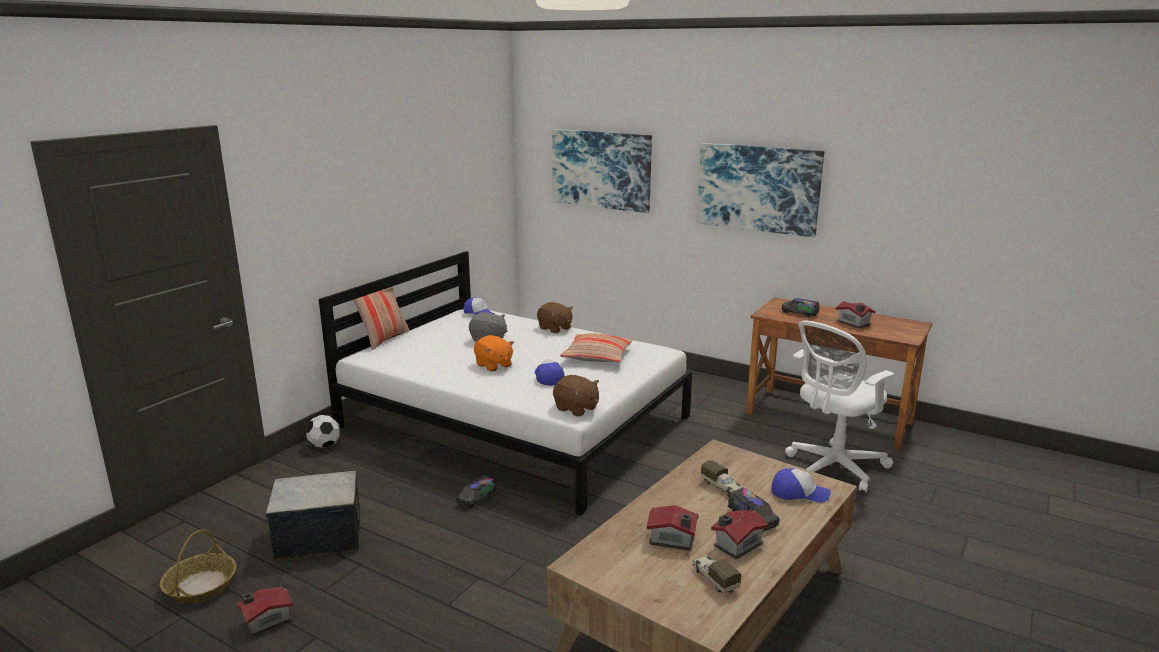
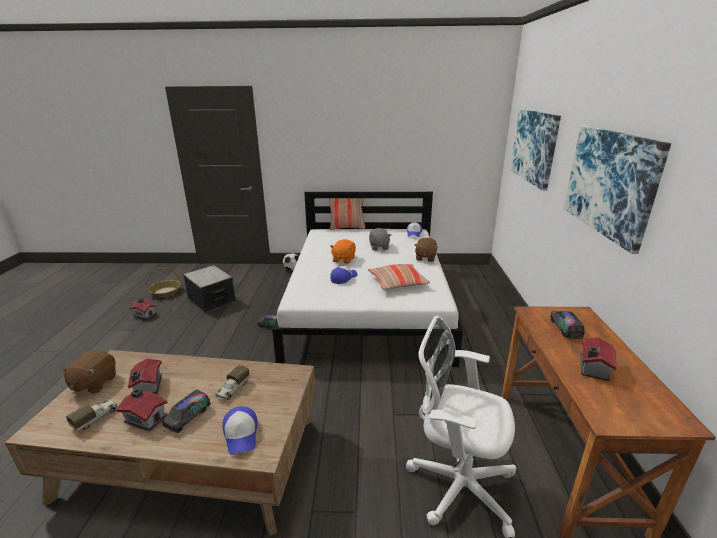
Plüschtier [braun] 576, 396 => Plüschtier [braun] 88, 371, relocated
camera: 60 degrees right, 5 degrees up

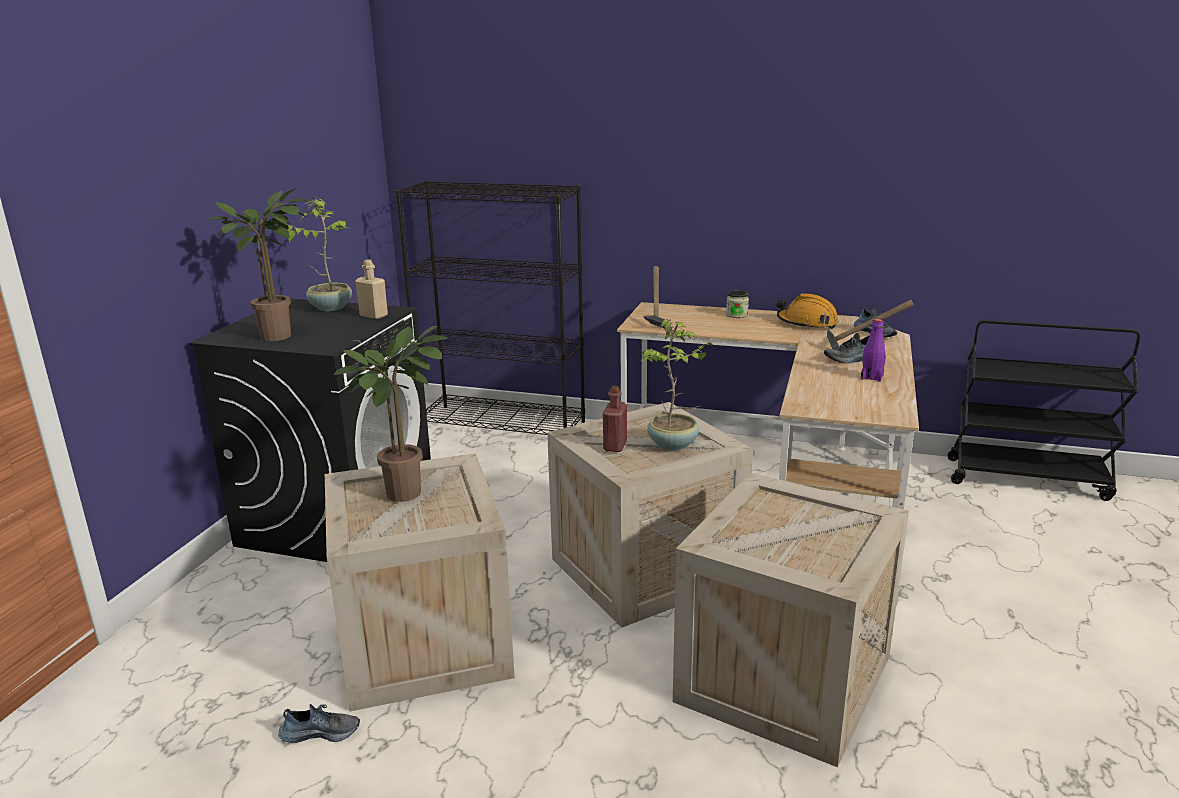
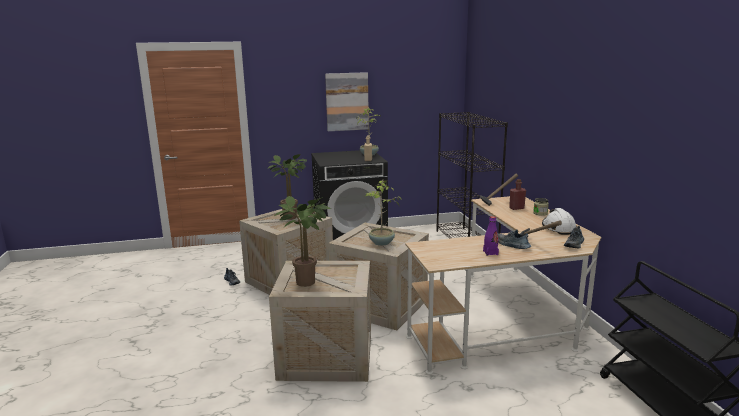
nothing => Bild 347, 101
Topfpflanze 258, 264 => Topfpflanze 303, 241, relocated
Flasche [rot] 615, 418 => Flasche [rot] 517, 194, relocated
Schutzhelm [orange] 807, 311 => Schutzhelm [weiß] 559, 221
camera: 60 degrees right, 5 degrees down

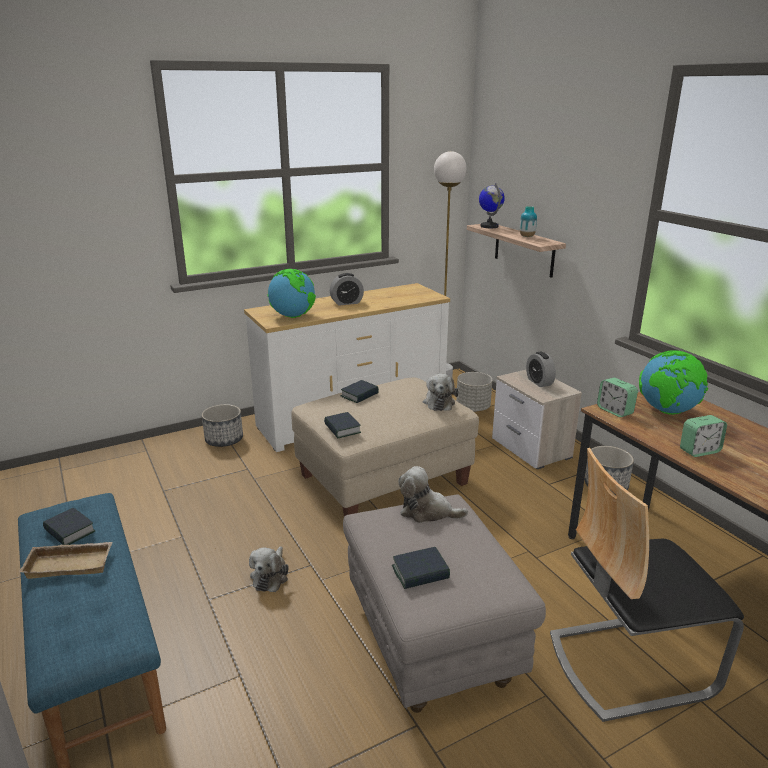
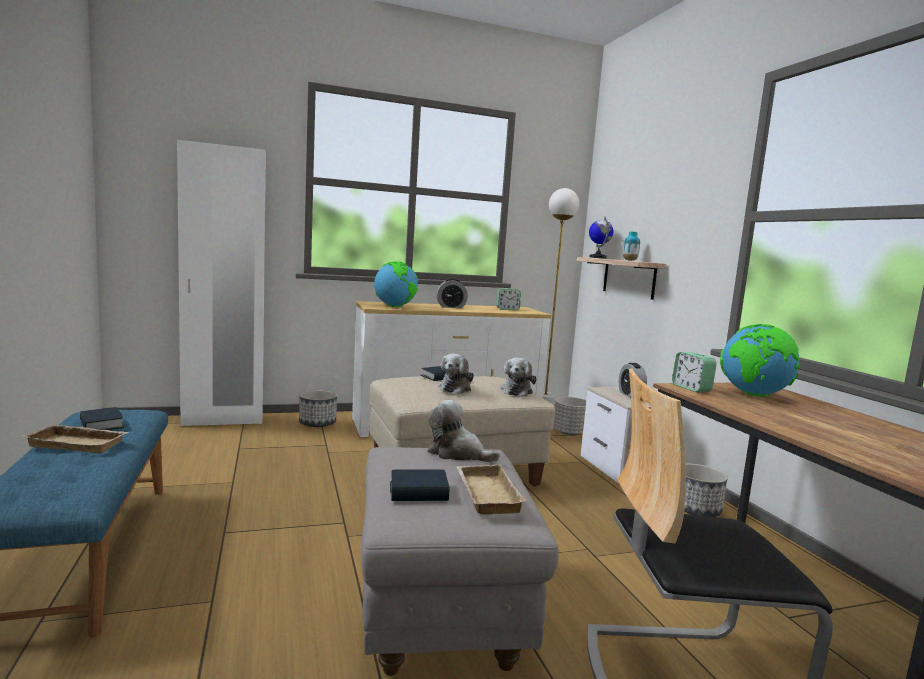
Buch 342, 425 => nothing
nothing => Kleiderschrank [weiß] 221, 283
nothing => Tablett [beige] 491, 489
Plüschtier 269, 569 => Plüschtier 456, 374, relocated
Wecker 703, 436 => Wecker 508, 299, relocated
camera: 10 degrees right, 15 degrees down

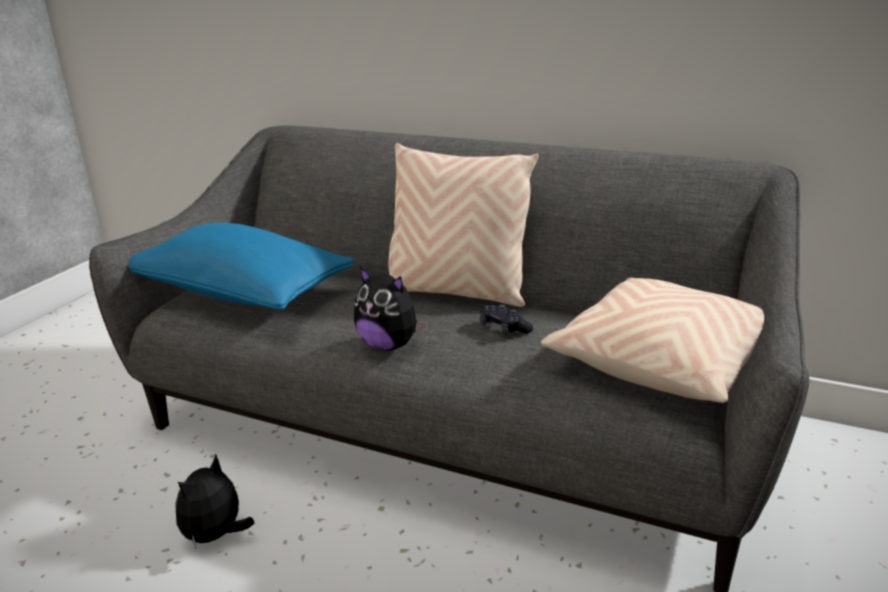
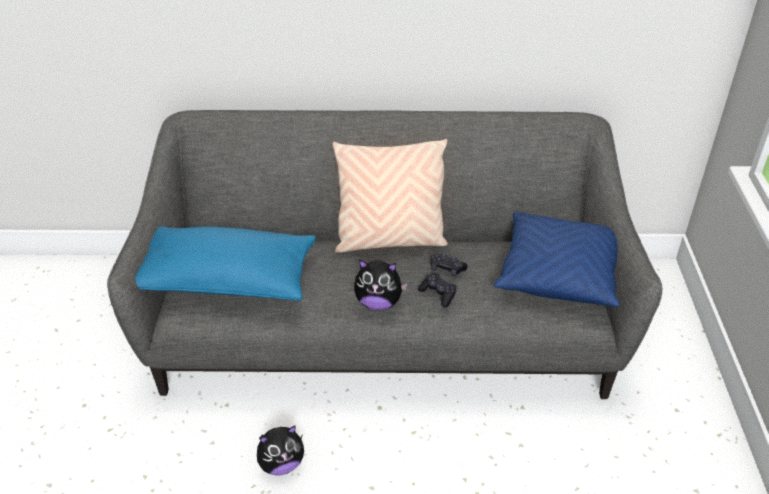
nothing => Gamepad [schwarz] 437, 290
Kissen [beige] 652, 340 => Kissen [blau] 556, 259
Plüschtier 214, 501 => Plüschtier 280, 450, 120 degrees counterclockwise
camera: 25 degrees left, 15 degrees up

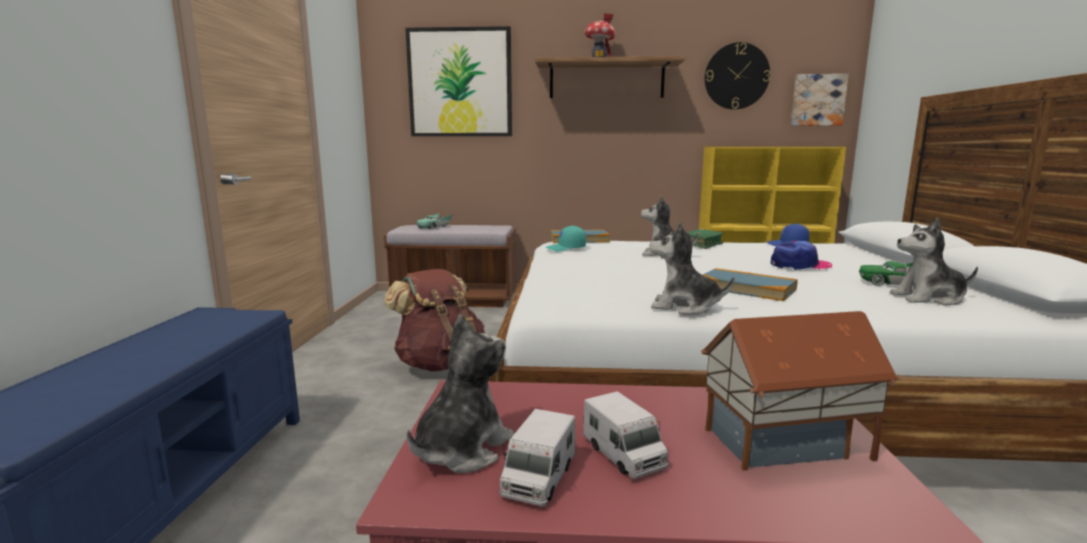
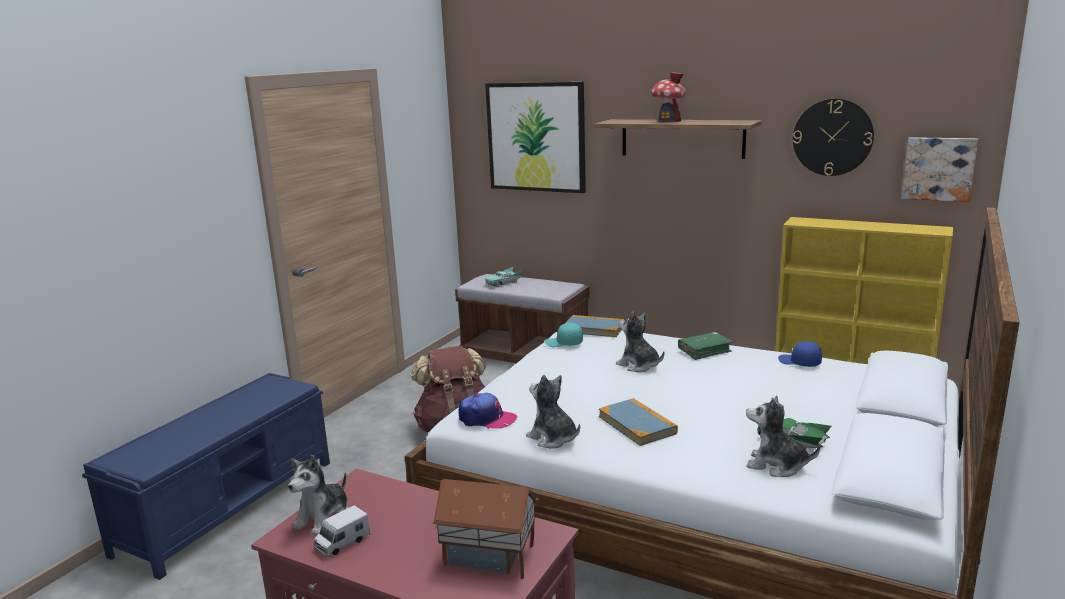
Spielzeuglaster 625, 435 => nothing
Kappe 801, 255 => Kappe 487, 411, relocated
Plüschtier 460, 393 => Plüschtier 318, 495, 150 degrees clockwise
camera: 25 degrees right, 5 degrees up

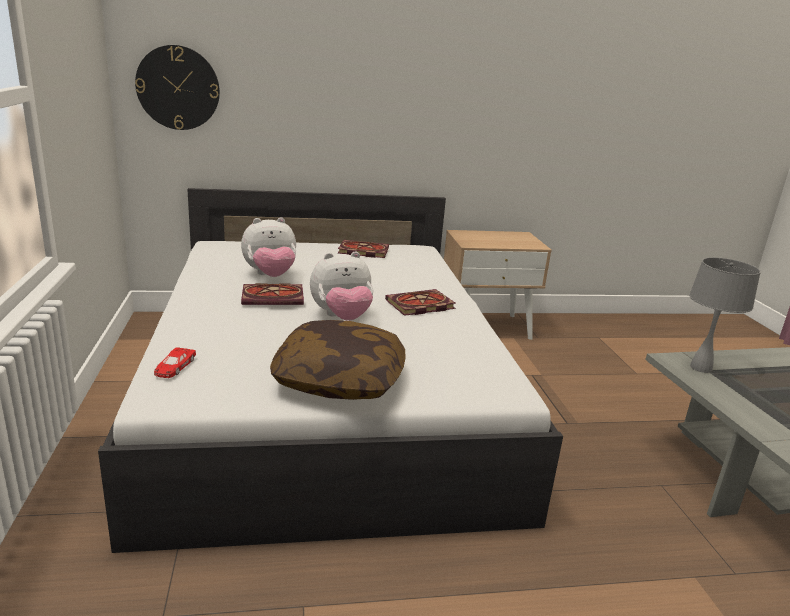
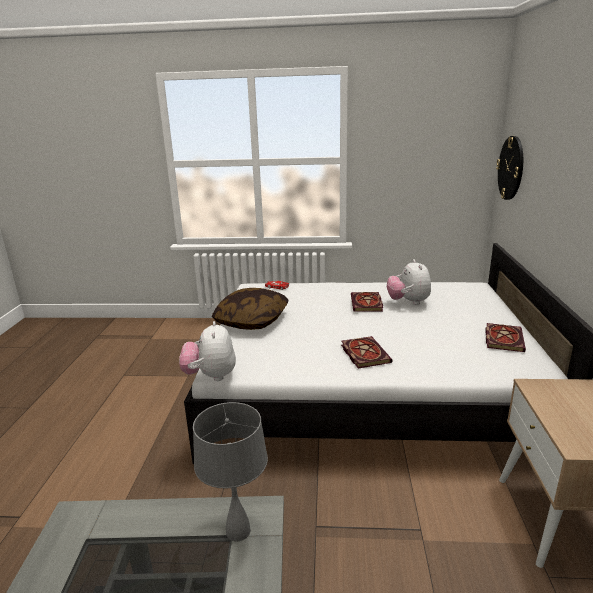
Plüschtier 341, 286 => Plüschtier 207, 351, relocated
camera: 105 degrees right, 0 degrees up

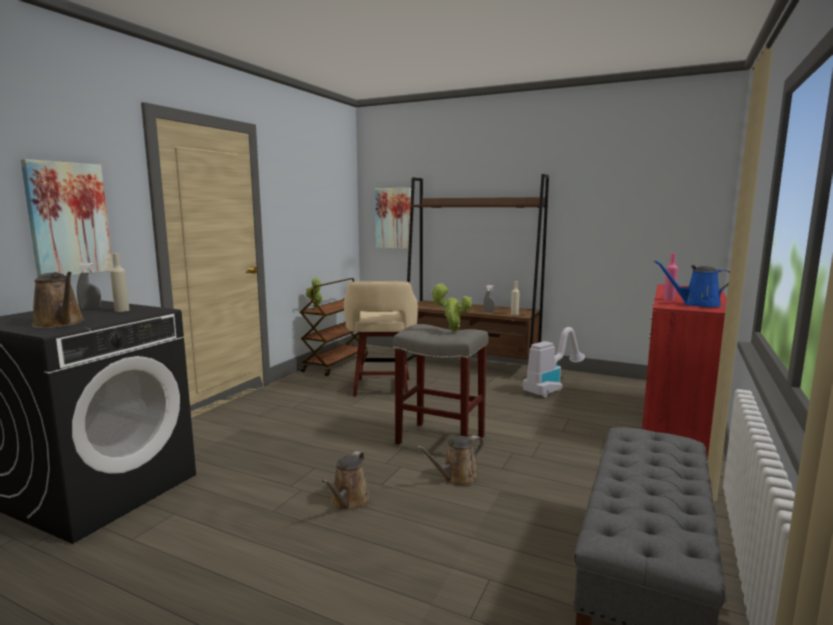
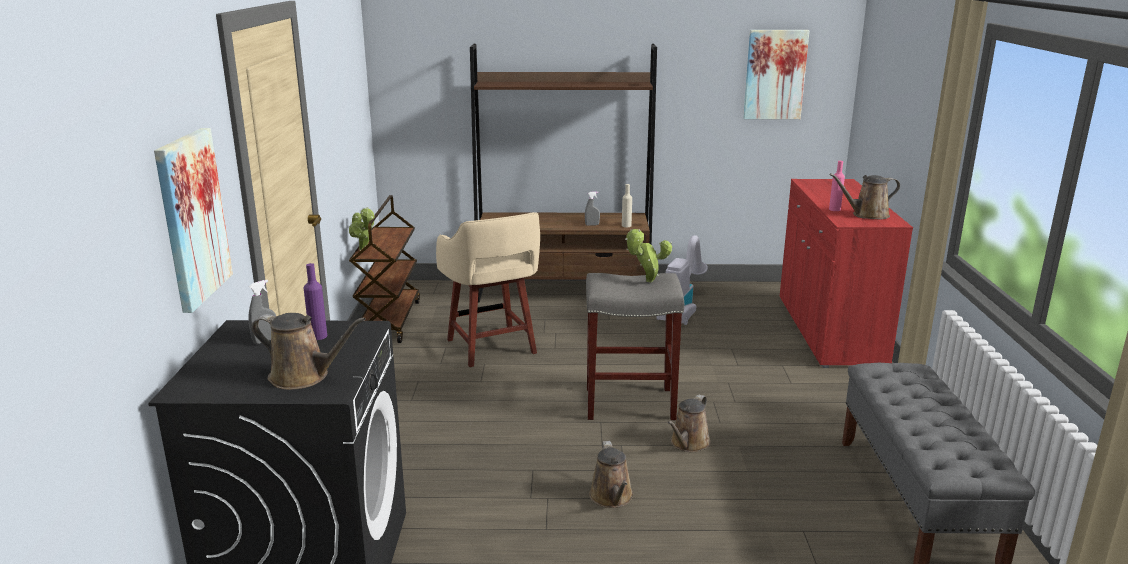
Bild 393, 218 => Bild 776, 74, relocated
Flasche [beige] 119, 282 => Flasche [lila] 315, 301
Gießkanne [blau] 692, 283 => Gießkanne [braun] 865, 196
camera: 25 degrees left, 10 degrees up

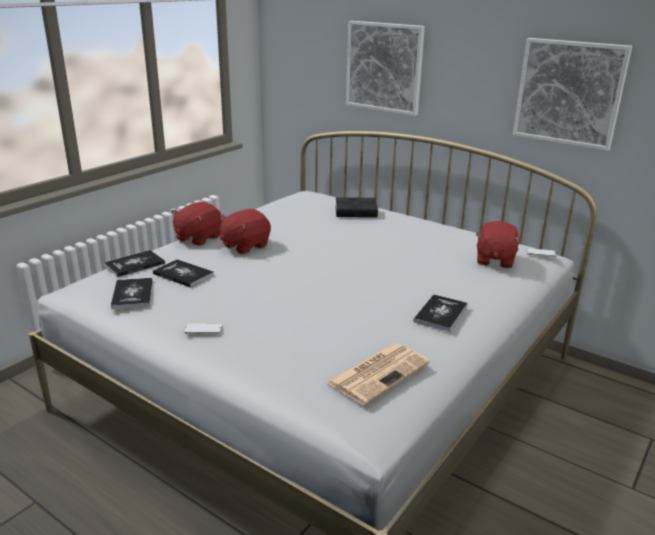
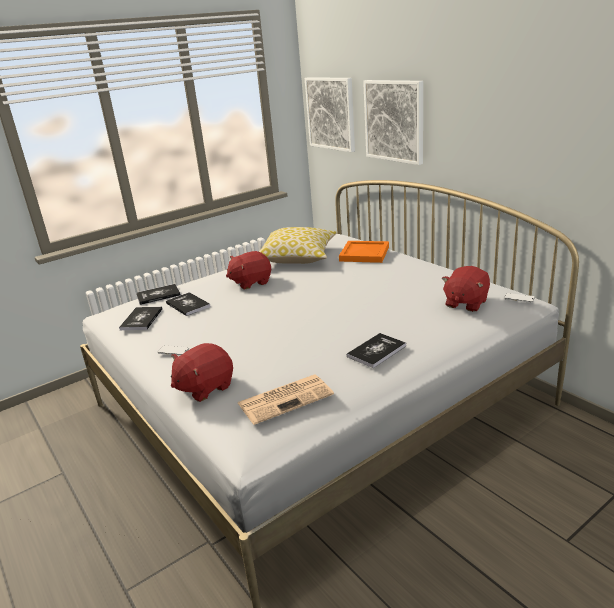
nothing => Kissen 298, 245
Plüschtier [rot] 196, 224 => Plüschtier [rot] 202, 372, relocated
Bild 572, 94 => Bild 330, 114, relocated
Buch [schwarz] 357, 207 => Tablett [orange] 364, 252
camera: 20 degrees right, 0 degrees up

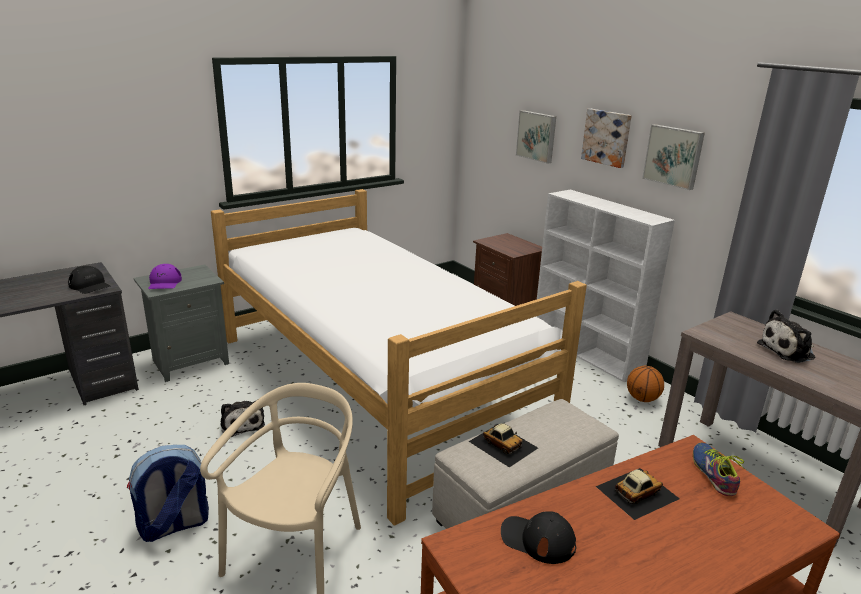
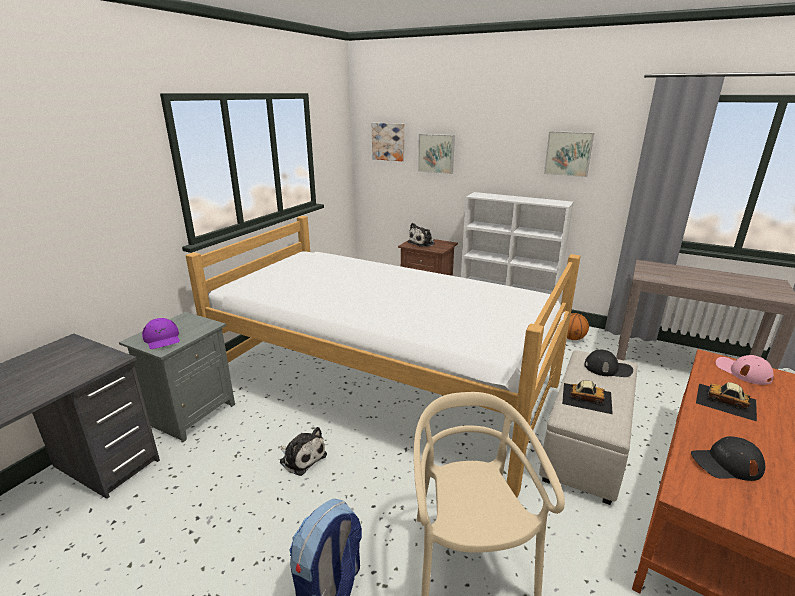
Kappe [schwarz] 89, 280 => Kappe [schwarz] 608, 363, relocated
Bild 606, 138 => Bild 388, 142, relocated
Plüschtier 786, 336 => Plüschtier 421, 235, relocated
Schuh 719, 469 => Kappe [rosa] 745, 370
Spielzeugauto 638, 494 => Spielzeugauto 726, 402, 90 degrees counterclockwise
camera: 25 degrees left, 0 degrees up

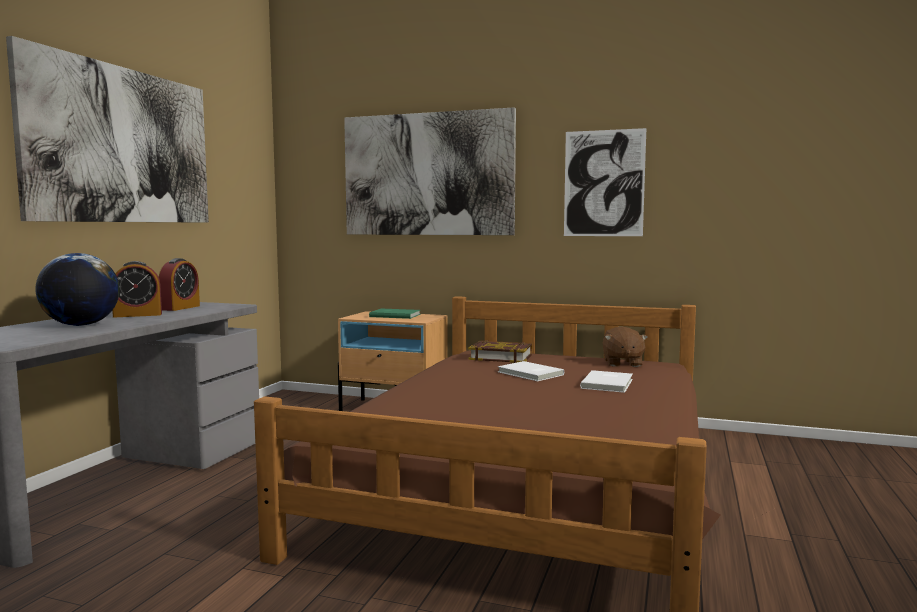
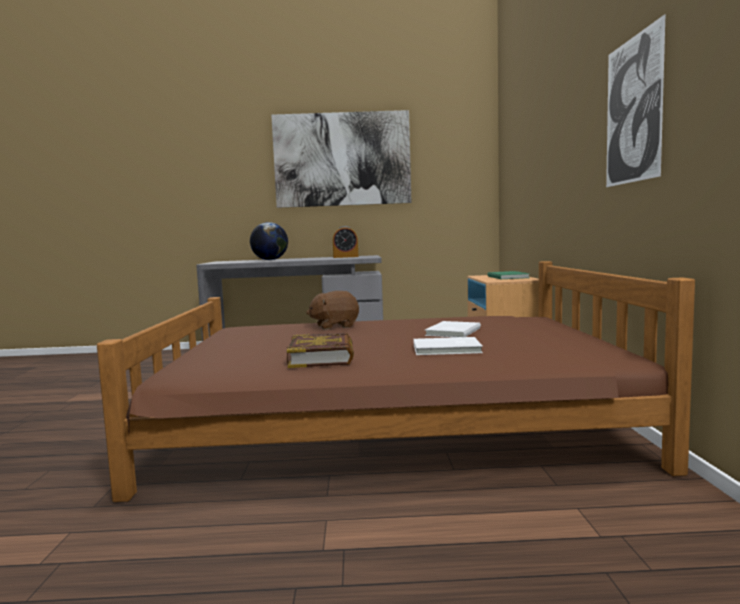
Wecker 137, 289 => nothing
Bild 430, 171 => nothing
Buch 500, 351 => Buch 320, 350, relocated
Plüschtier [braun] 625, 346 => Plüschtier [braun] 332, 310, relocated
camera: 70 degrees right, 0 degrees up

